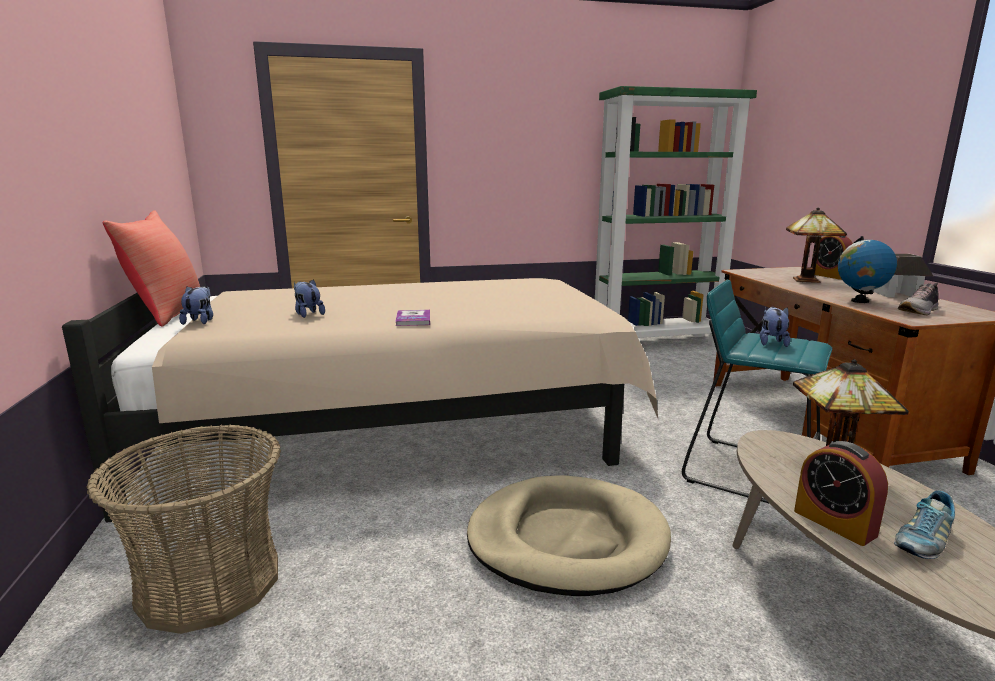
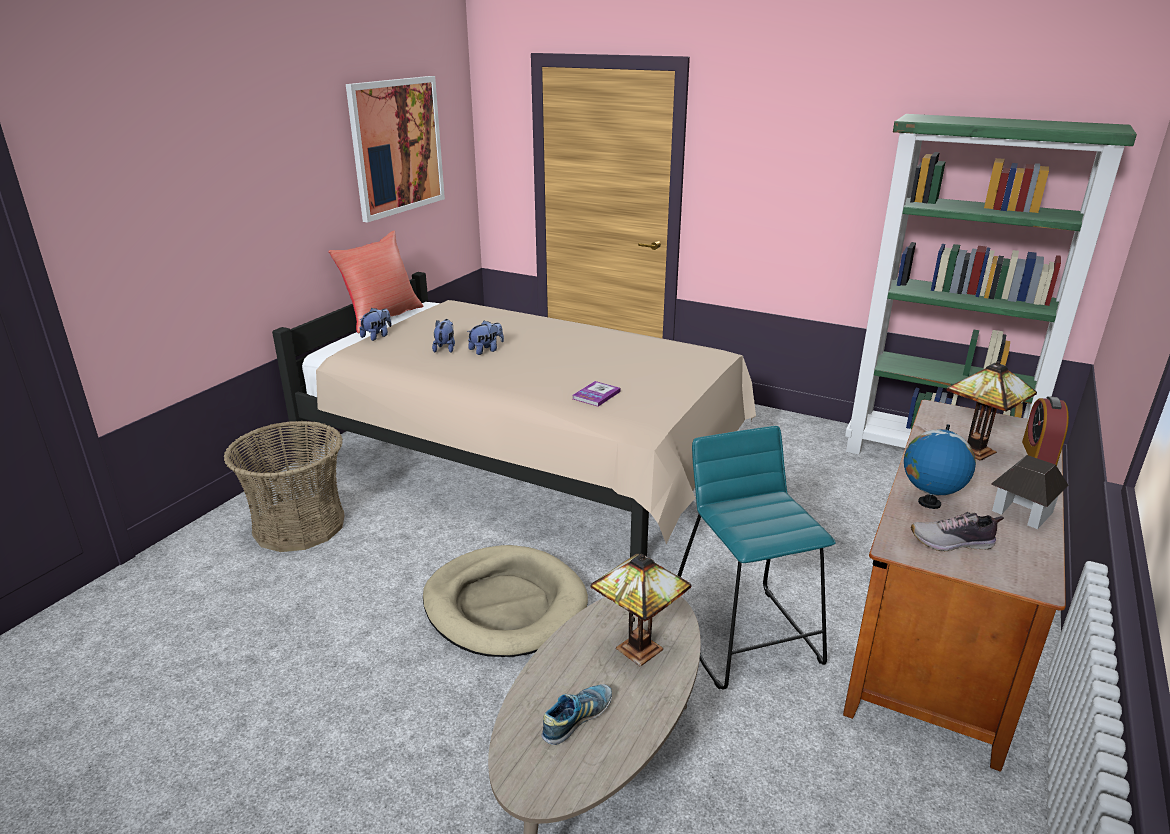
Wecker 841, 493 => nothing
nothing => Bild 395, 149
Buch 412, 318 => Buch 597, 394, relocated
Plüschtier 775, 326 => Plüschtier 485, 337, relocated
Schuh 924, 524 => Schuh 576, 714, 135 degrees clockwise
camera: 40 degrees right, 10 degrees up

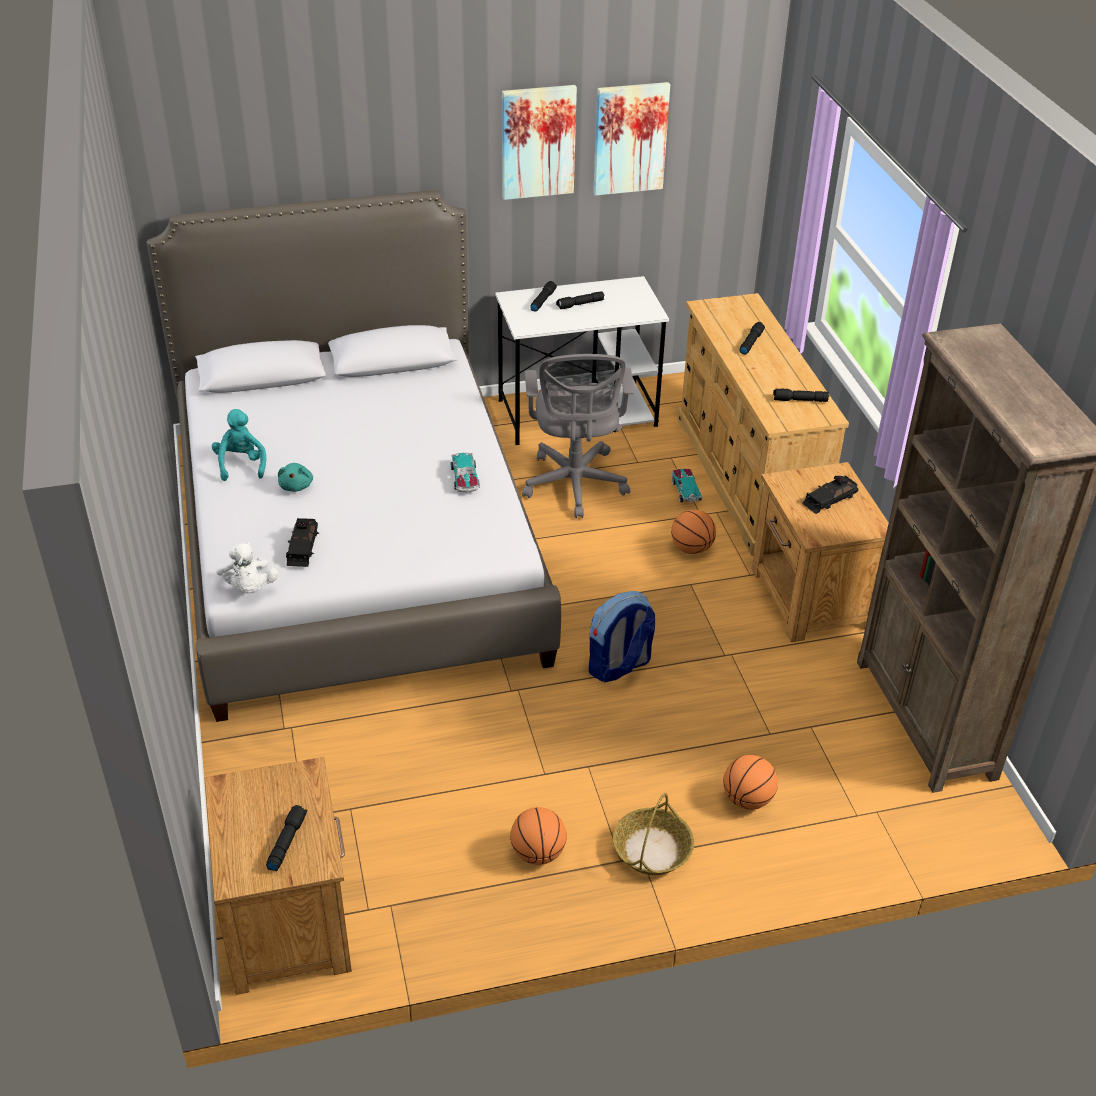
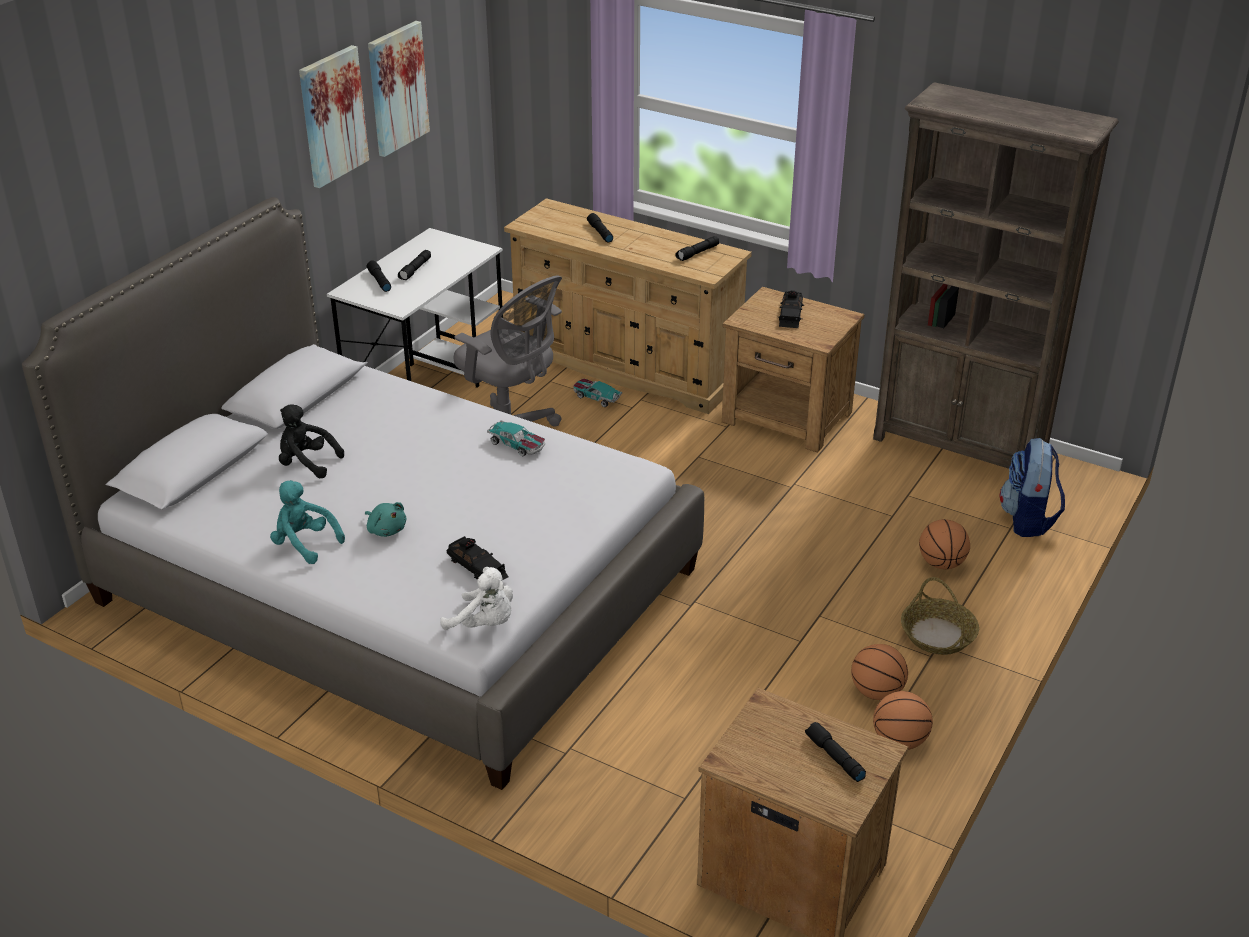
nothing => Plüschtier [schwarz] 311, 441
Rucksack 622, 637 => Rucksack 1032, 487, relocated
Basketball 693, 532 => Basketball 903, 720, relocated
camera: 45 degrees left, 5 degrees down

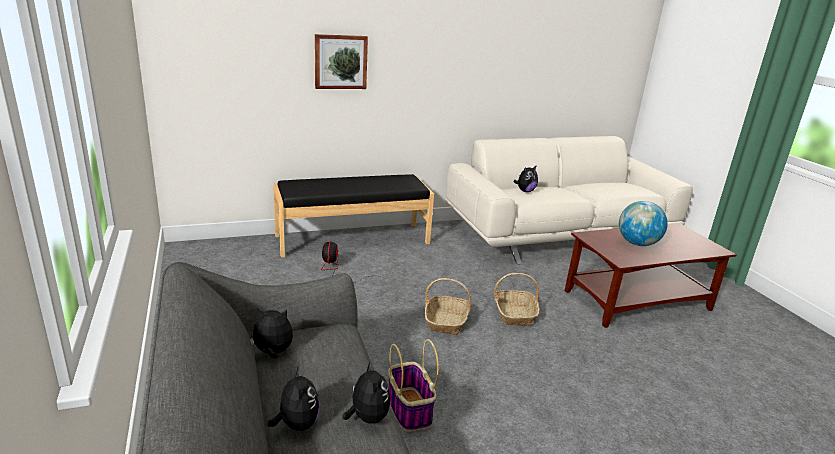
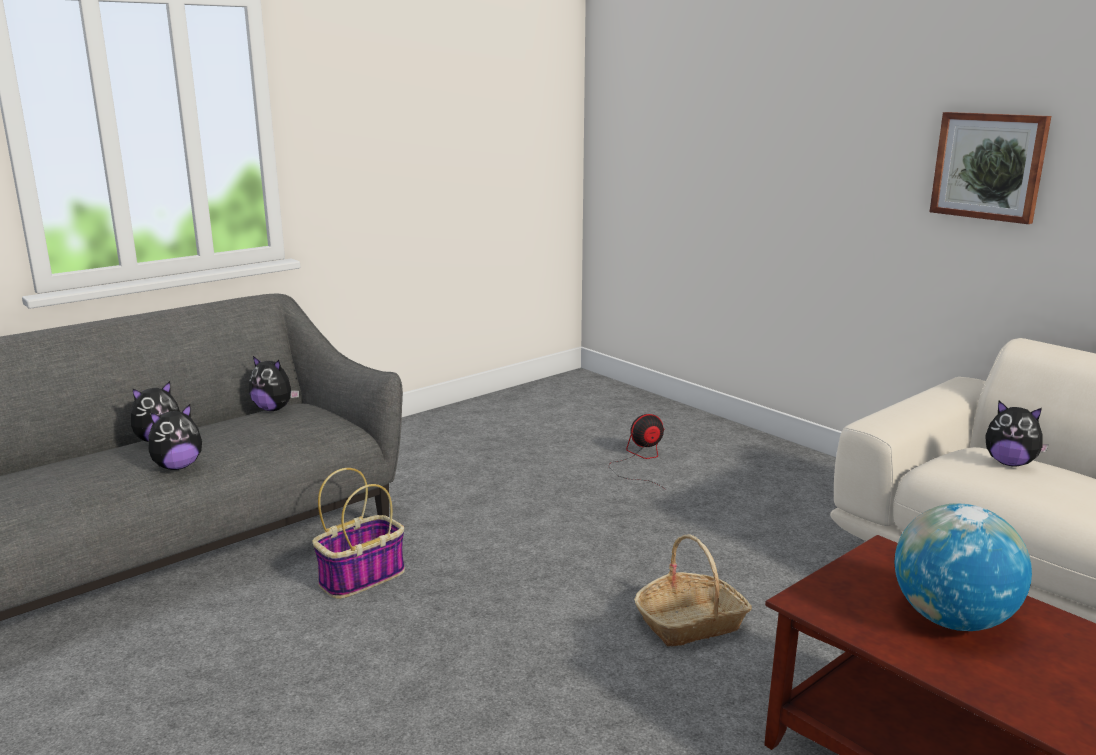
Bank [schwarz] 353, 216 => nothing
Korb 448, 306 => nothing
Bild 341, 61 => Bild 990, 168, relocated
Plüschtier 271, 333 => Plüschtier 274, 383, 135 degrees clockwise
camera: 70 degrees right, 5 degrees down

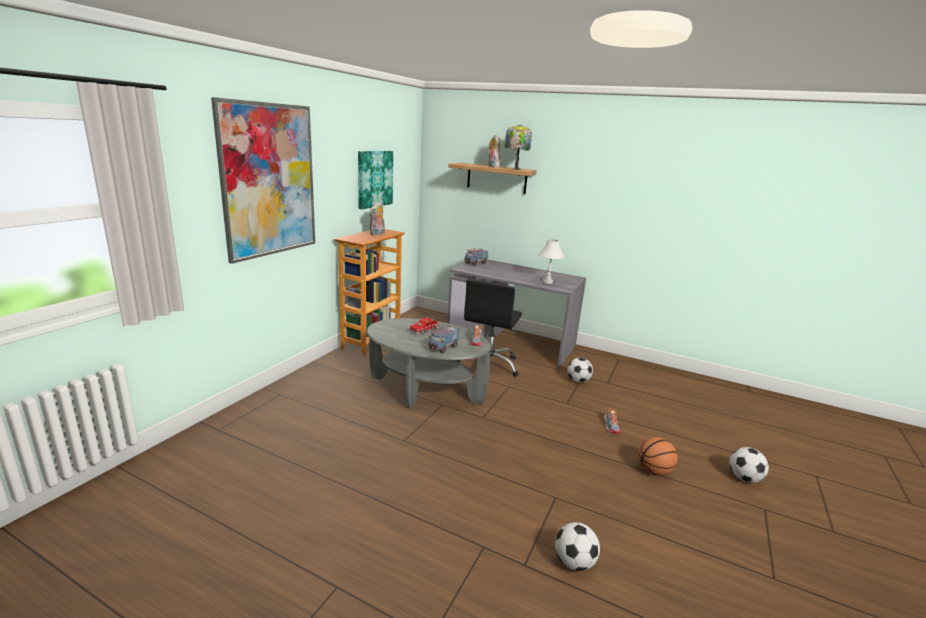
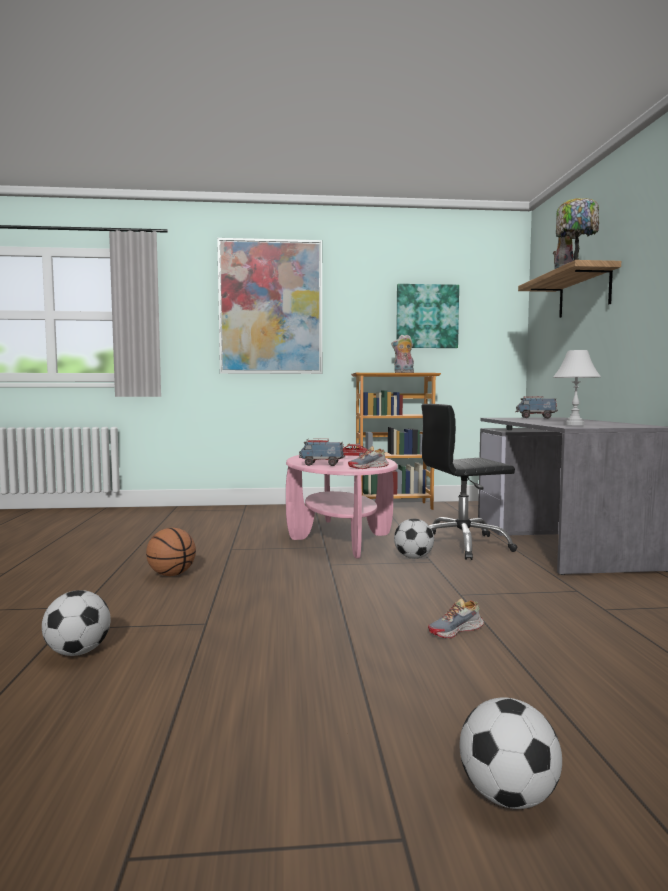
Fußball 580, 370 => Fußball 414, 539, relocated
Basketball 658, 456 => Basketball 171, 552, relocated
Couchtisch [grau] 428, 363 => Couchtisch [rosa] 342, 507
camera: 60 degrees right, 15 degrees down

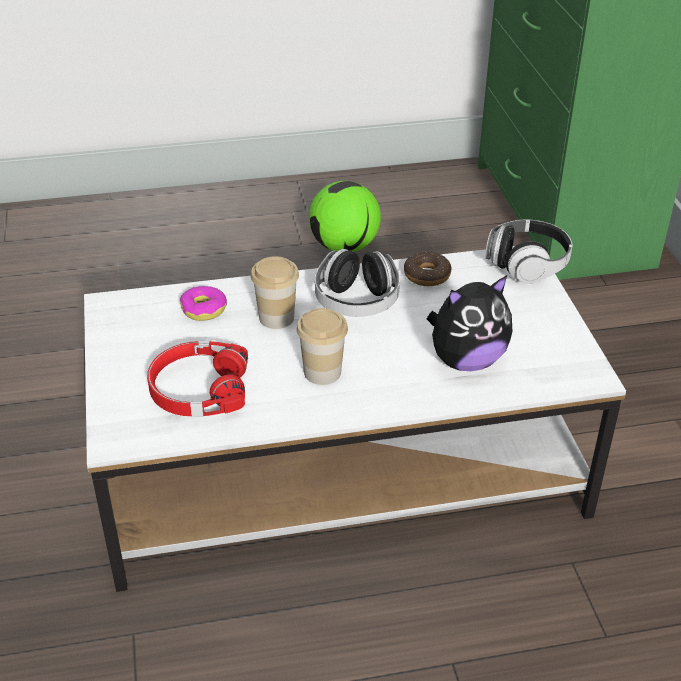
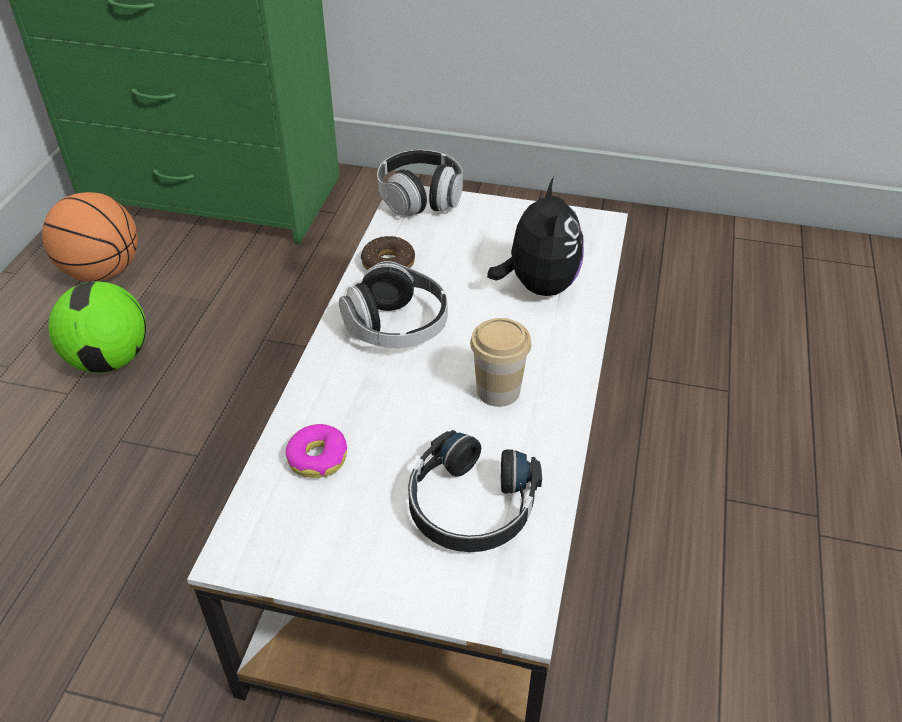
Tasse 275, 292 => nothing
nothing => Basketball 90, 237
Kopfhörer [rot] 197, 378 => Kopfhörer [schwarz] 475, 491
camera: 65 degrees left, 5 degrees up

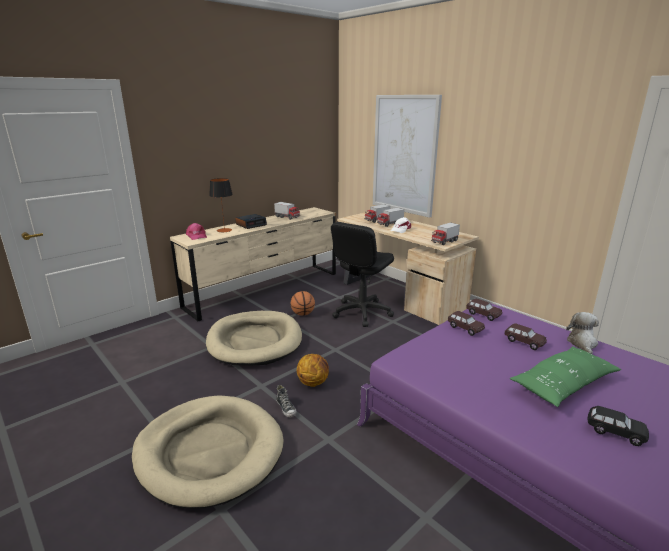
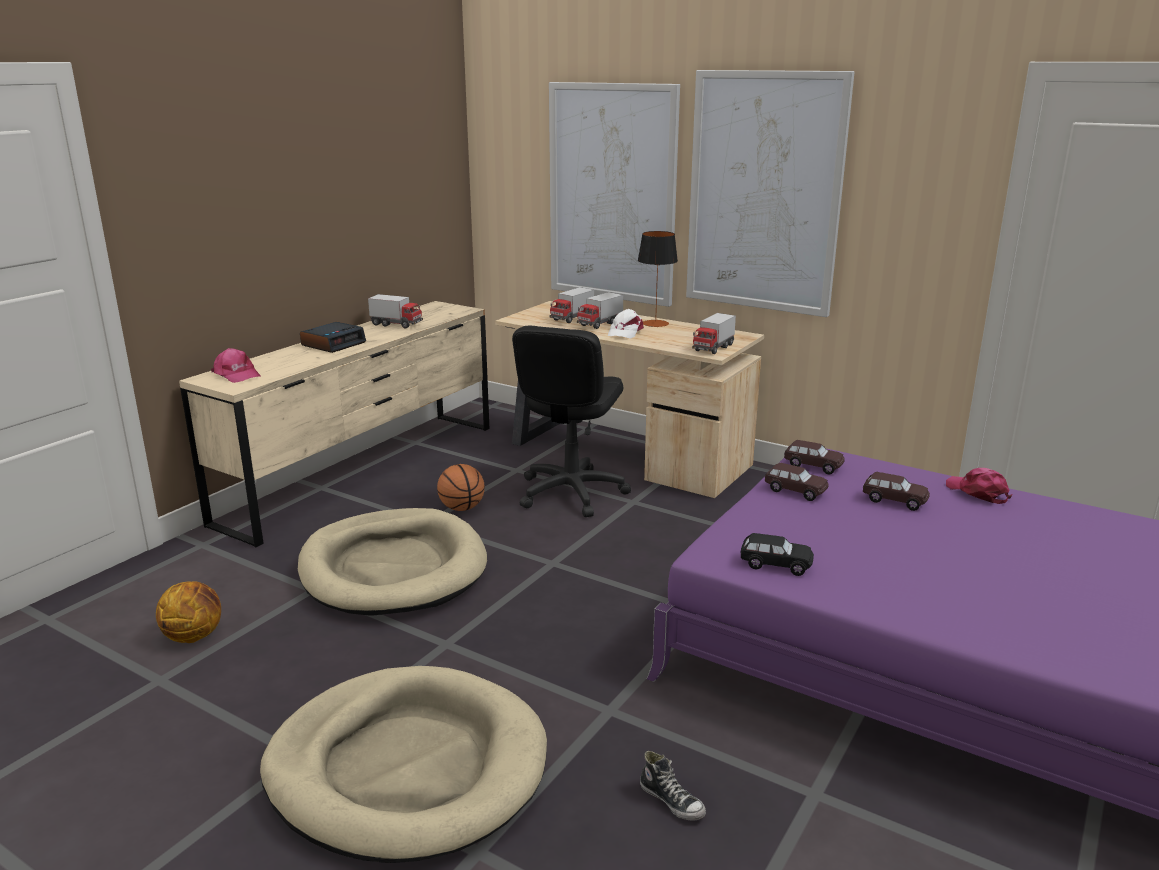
Kissen [grün] 565, 376 => nothing
nothing => Bild 770, 193
Tischlampe 221, 205 => Tischlampe 658, 279, relocated
Schuh 286, 401 => Schuh 673, 786, relocated
Basketball 313, 370 => Basketball 188, 612, relocated
Spielzeugauto [schwarz] 618, 426 => Spielzeugauto [schwarz] 777, 554, relocated
Plüschtier 582, 333 => Kappe [rosa] 979, 486
camera: 15 degrees left, 0 degrees up

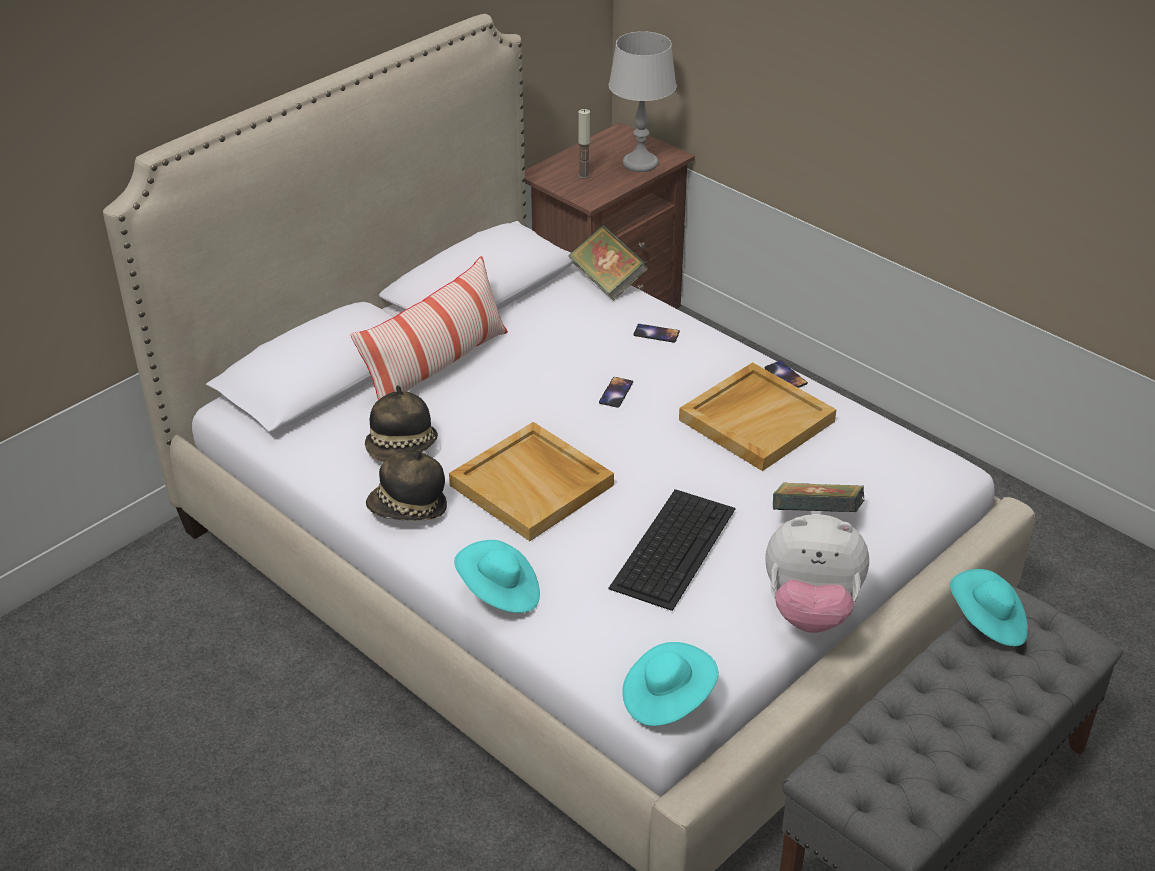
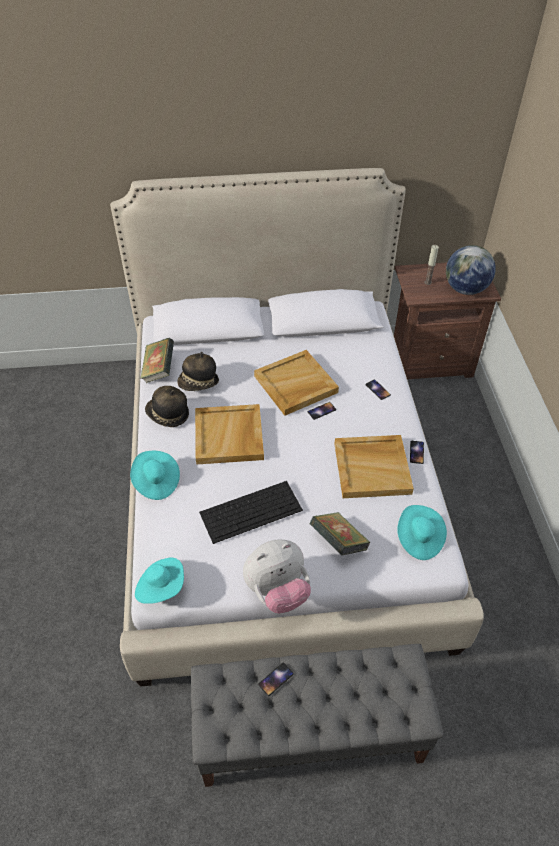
Kissen 429, 328 => nothing
nothing => Tablett [beige] 296, 383
nothing => Handy 276, 679
Buch 608, 263 => Buch 157, 360, relocated
Hut [türkis] 989, 607 => Hut [türkis] 422, 532, relocated
Tischlampe [grau] 643, 101 => Globus 471, 270
Plüschtier 817, 573 => Plüschtier 277, 576, 75 degrees counterclockwise
camera: 40 degrees right, 10 degrees up

